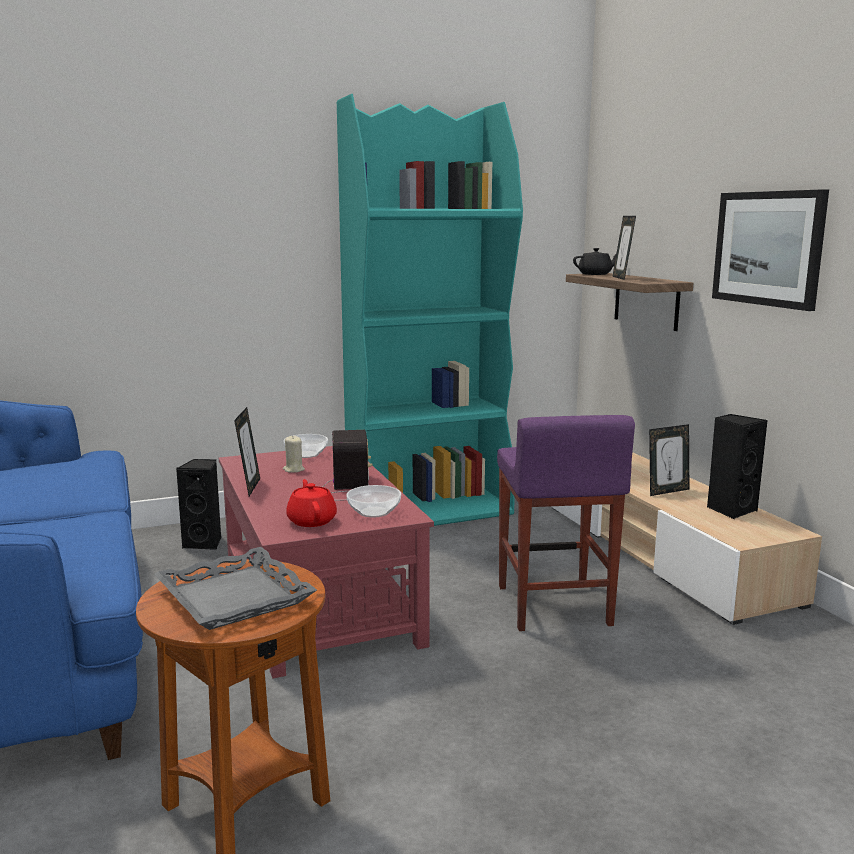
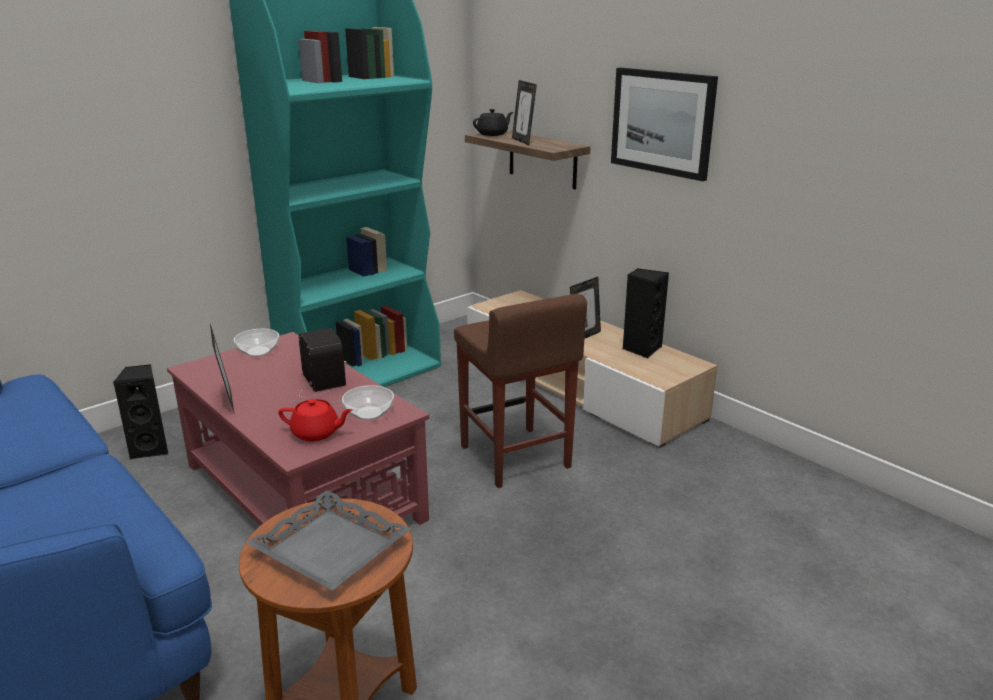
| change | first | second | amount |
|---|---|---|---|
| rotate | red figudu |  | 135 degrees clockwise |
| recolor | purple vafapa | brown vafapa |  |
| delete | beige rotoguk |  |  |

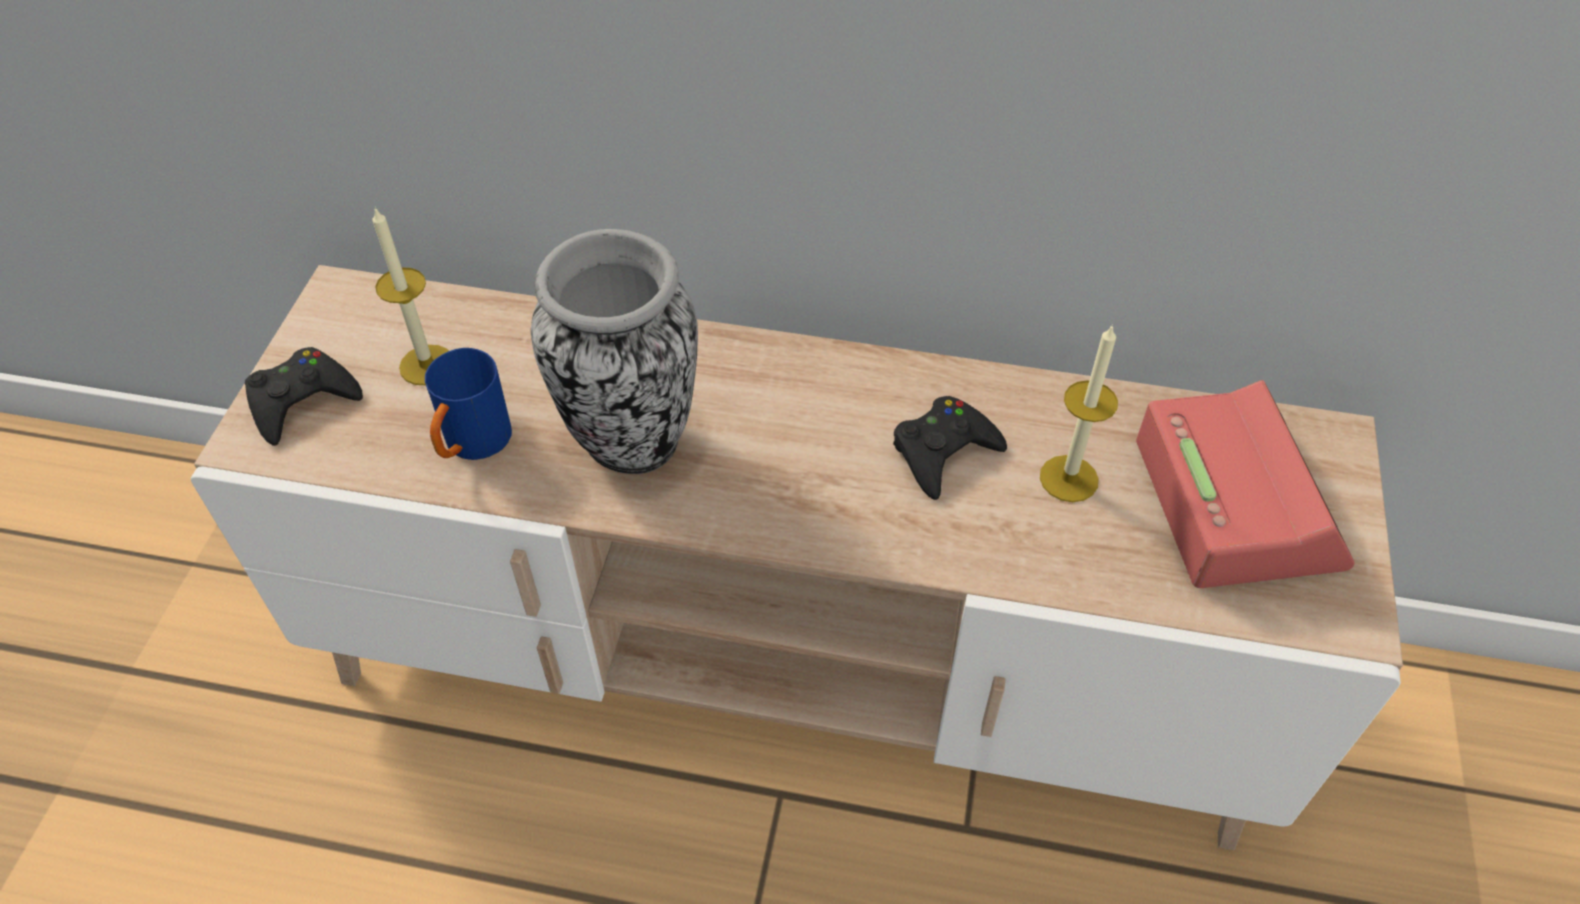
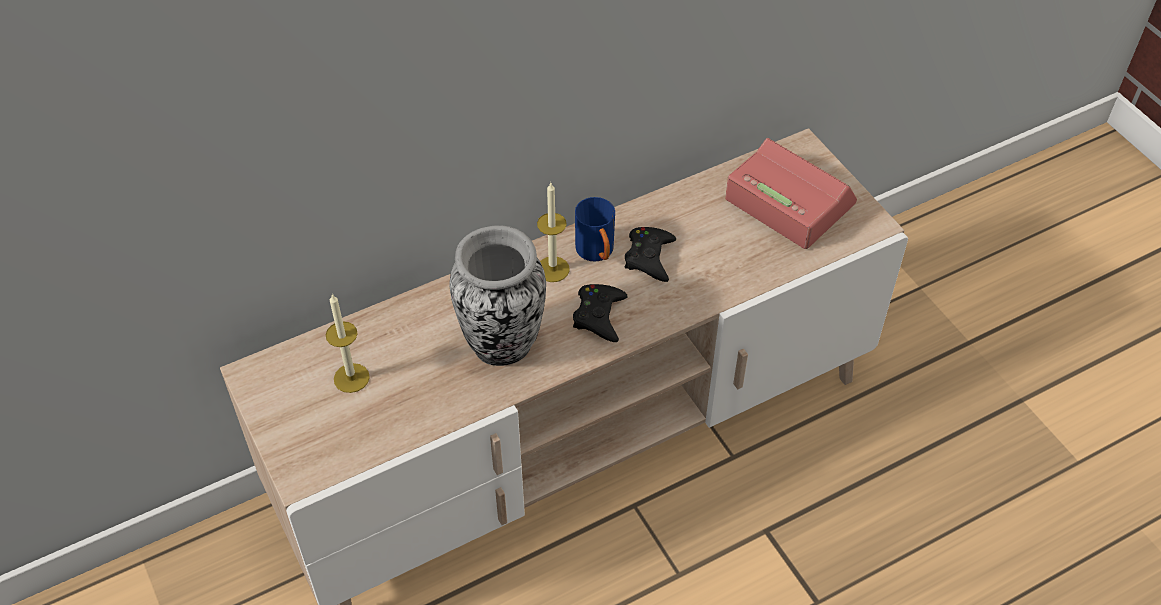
| change | first | second | amount |
|---|---|---|---|
| move | rotoguk (2nd from left) |  |  |
| move | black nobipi (1st from left) |  |  |
| move | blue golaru |  |  |

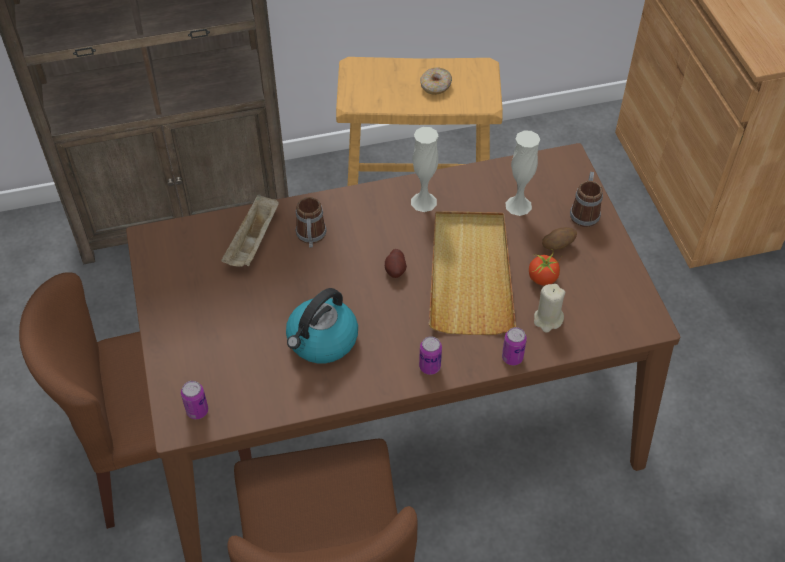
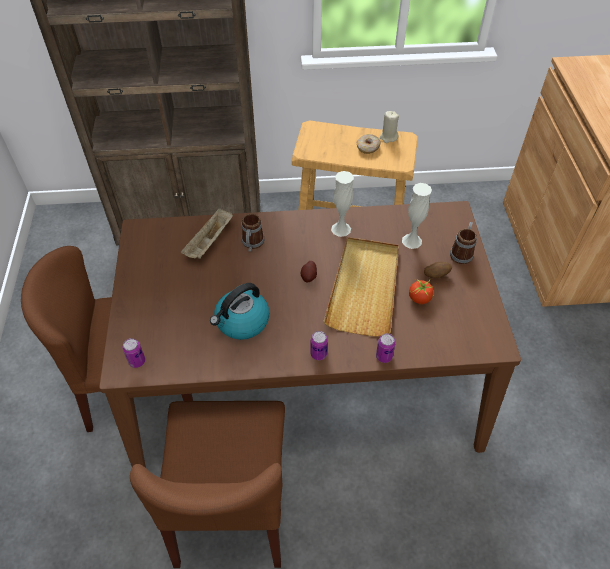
| change | first | second | amount |
|---|---|---|---|
| move | beige rotoguk |  |  |

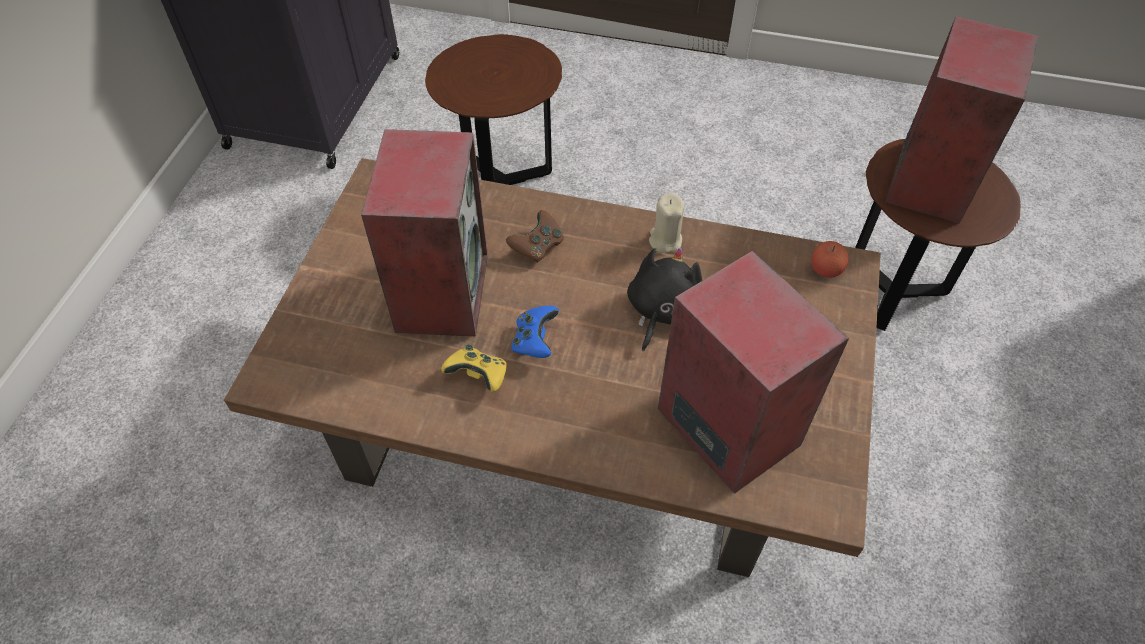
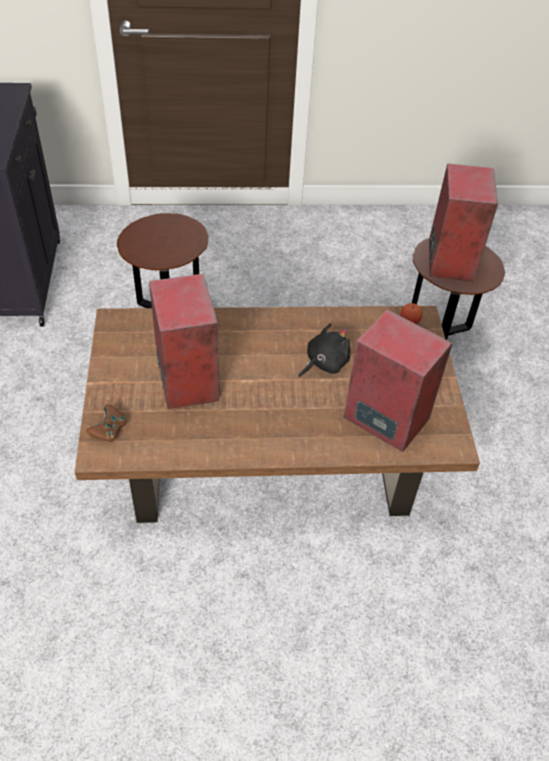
| change | first | second | amount |
|---|---|---|---|
| move | brown nobipi |  |  |
| rotate | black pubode |  | 45 degrees clockwise |
| delete | yellow nobipi |  |  |
| delete | blue nobipi |  |  |
| delete | beige rotoguk |  |  |

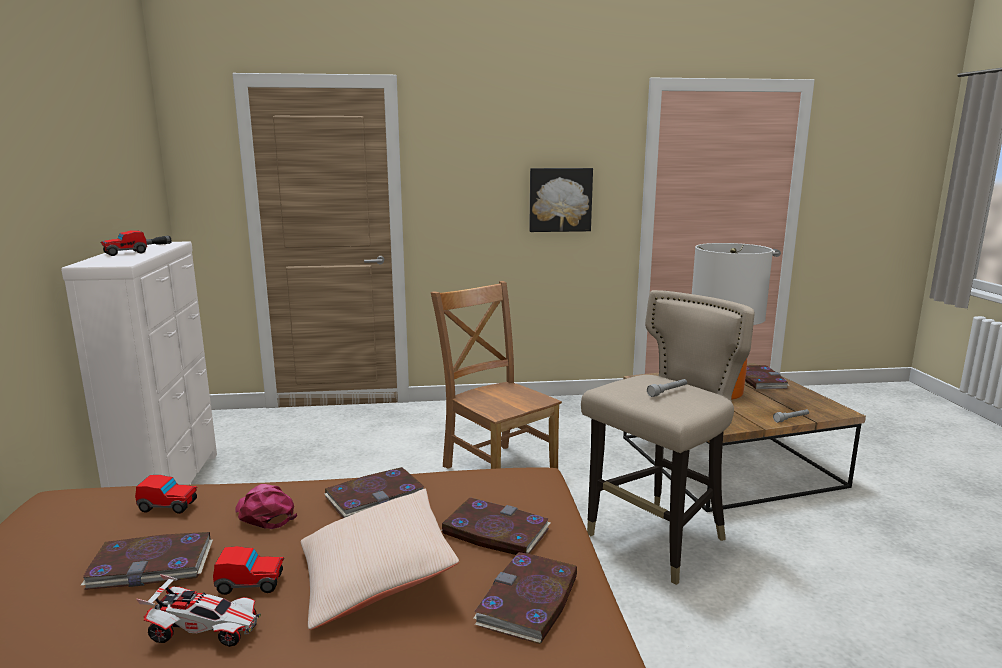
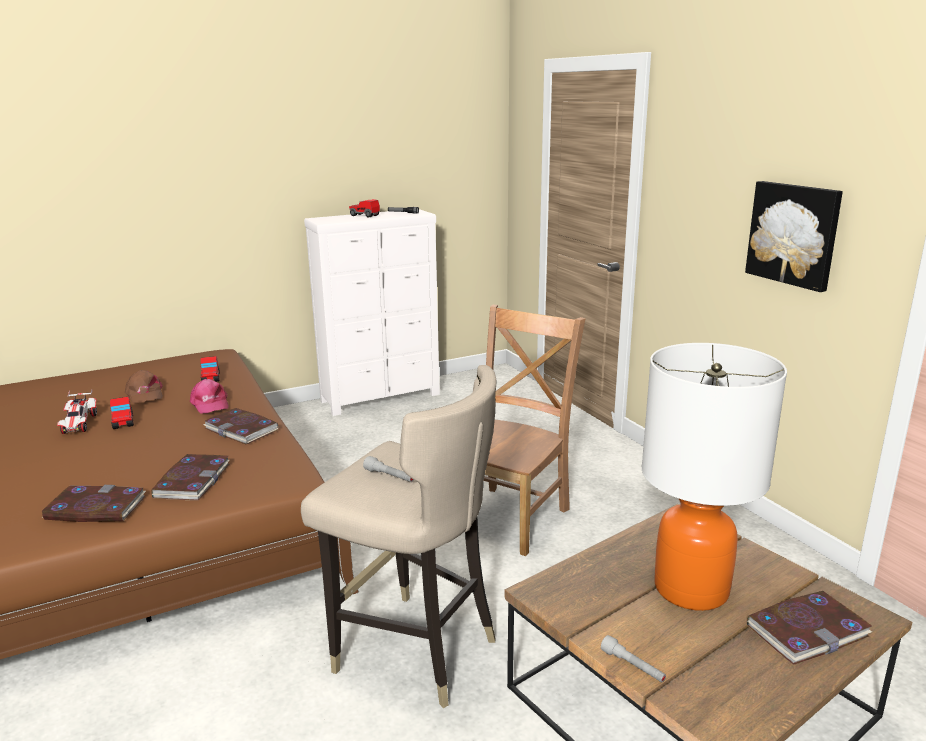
| change | first | second | amount |
|---|---|---|---|
| replace | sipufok (1st from left) | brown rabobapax |  |
| rotate | pink rabobapax |  | 120 degrees clockwise |
| delete | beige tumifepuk |  |  |

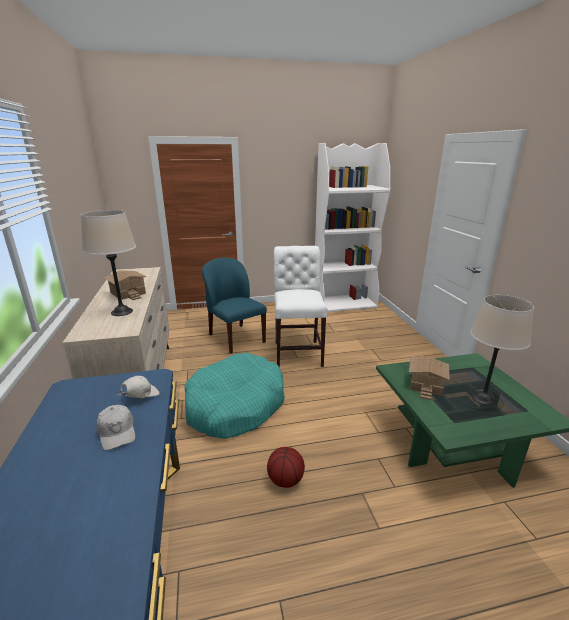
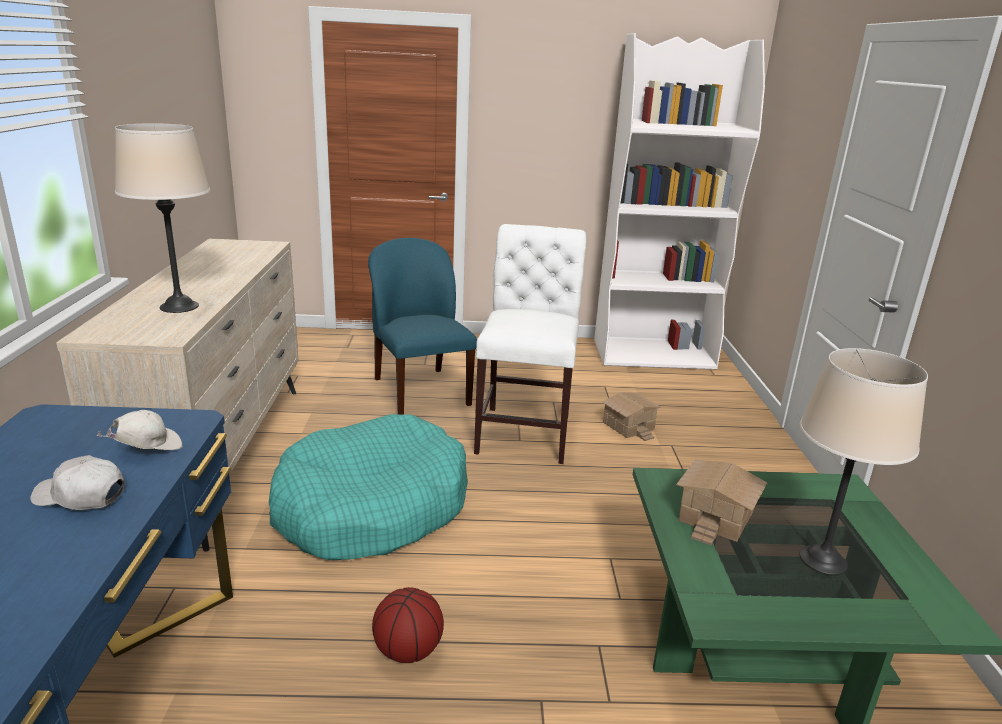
| change | first | second | amount |
|---|---|---|---|
| rotate | white rabobapax (1st from left) |  | 120 degrees clockwise |
| move | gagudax (1st from left) |  |  |

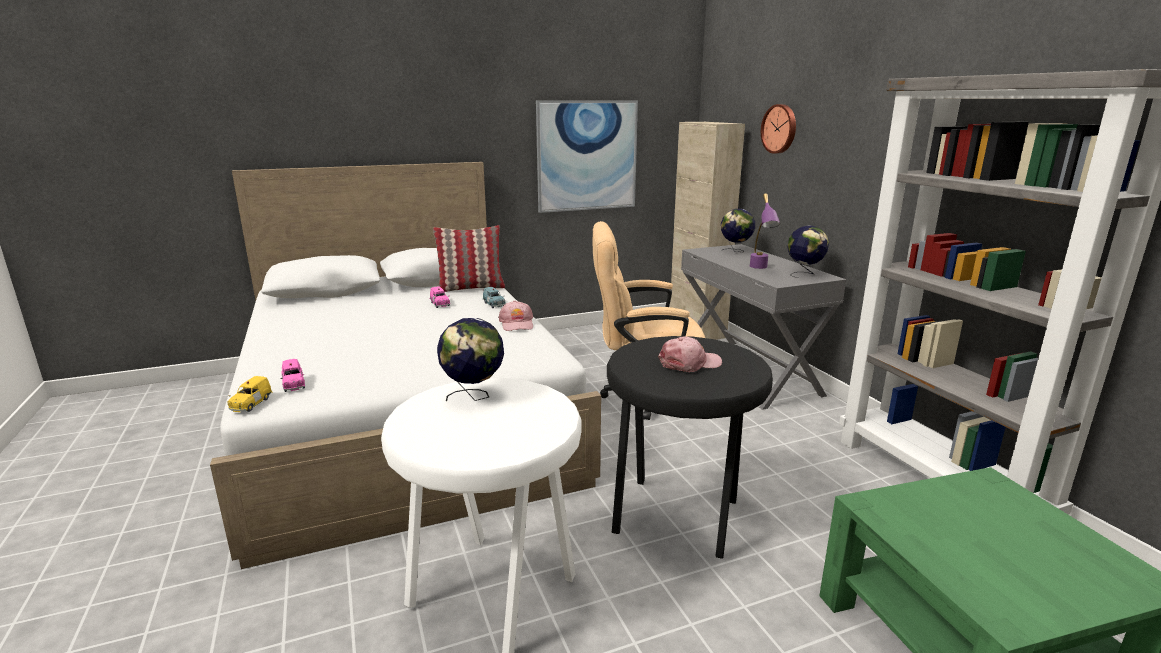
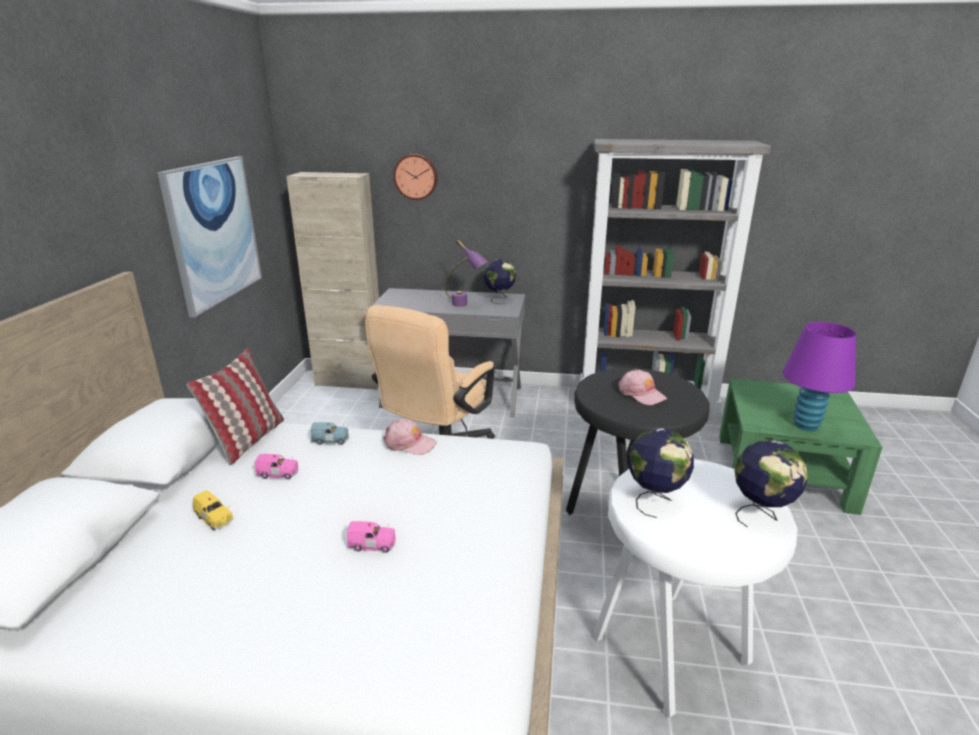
| change | first | second | amount |
|---|---|---|---|
| move | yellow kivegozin |  |  |
| move | pink kivegozin (1st from left in the first image) | pink kivegozin (2nd from left) |  |
| rotate | pink rabobapax (2nd from left) |  | 135 degrees clockwise |
| move | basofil (2nd from left in the first image) | basofil (3rd from left) |  |
| insert |  | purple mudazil (2nd from left) |  |

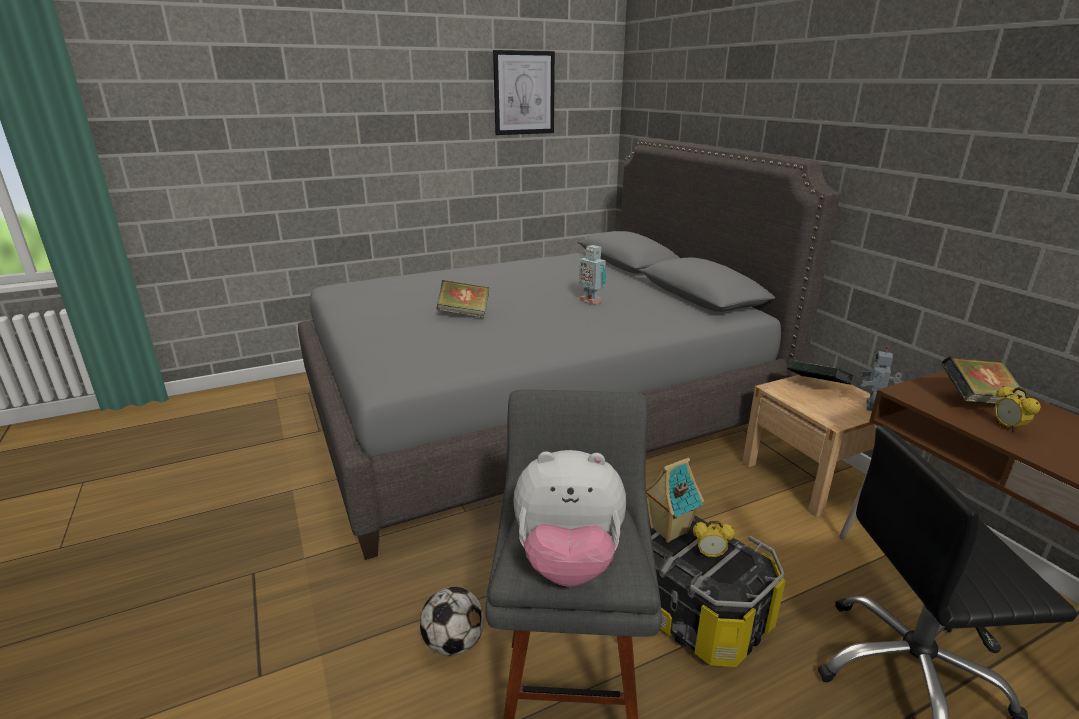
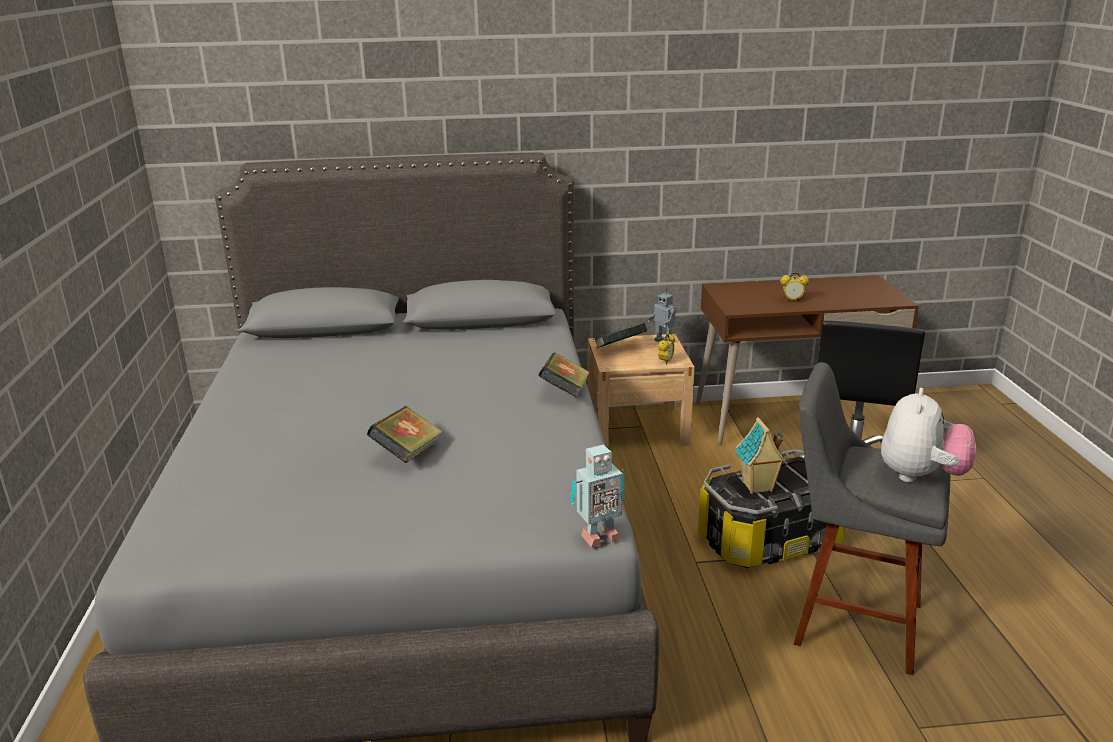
| change | first | second | amount |
|---|---|---|---|
| move | sipufok (3rd from left in the first image) | sipufok (2nd from left) |  |
| move | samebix (1st from left) |  |  |
| move | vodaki (1st from left) |  |  |
| delete | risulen |  |  |
| delete | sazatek |  |  |

